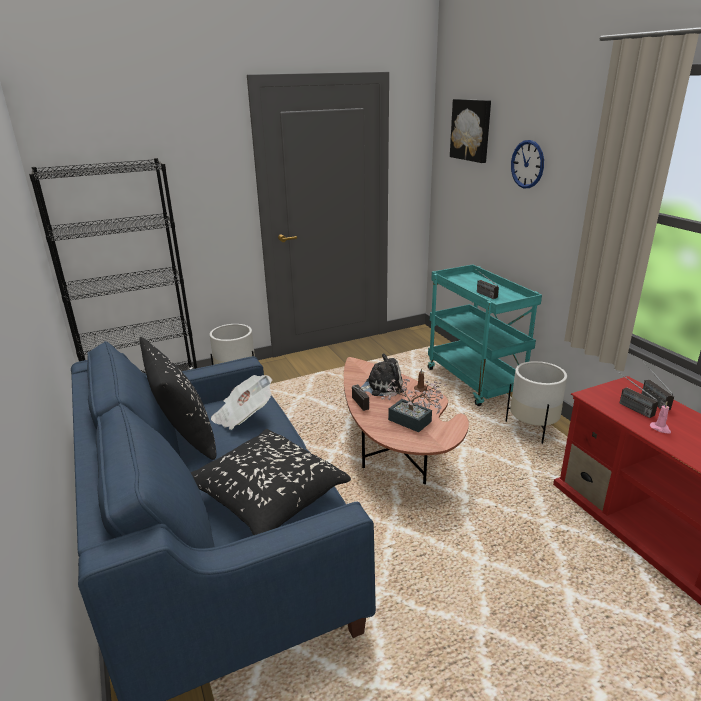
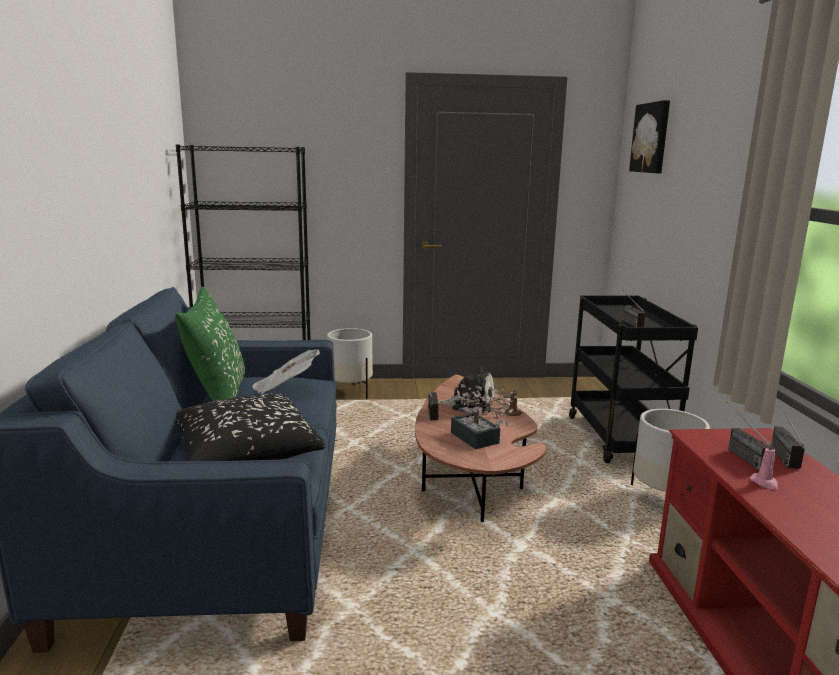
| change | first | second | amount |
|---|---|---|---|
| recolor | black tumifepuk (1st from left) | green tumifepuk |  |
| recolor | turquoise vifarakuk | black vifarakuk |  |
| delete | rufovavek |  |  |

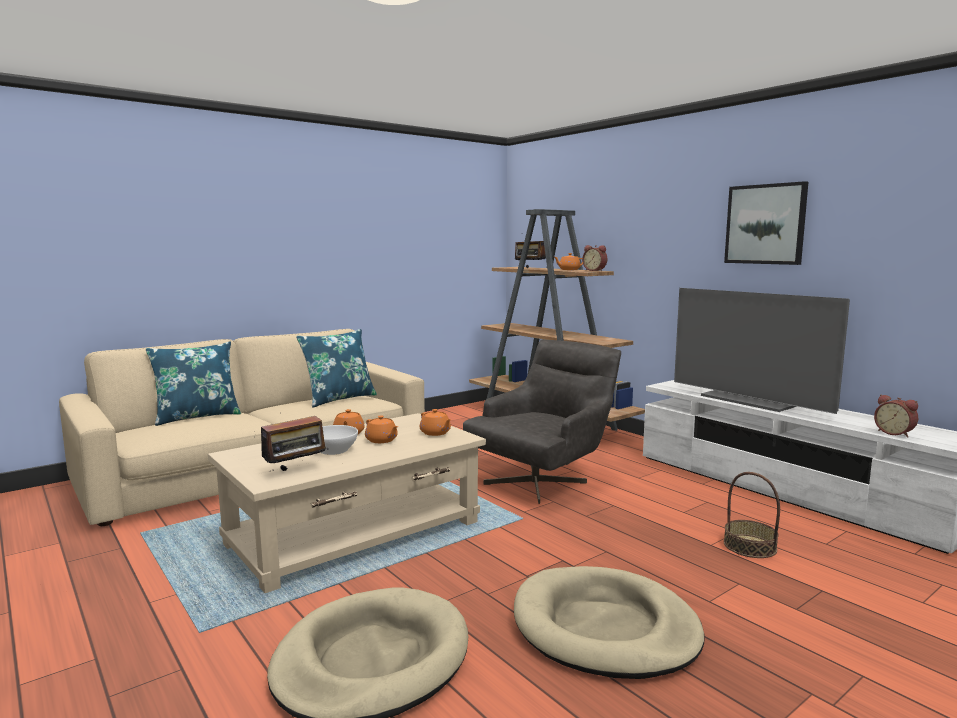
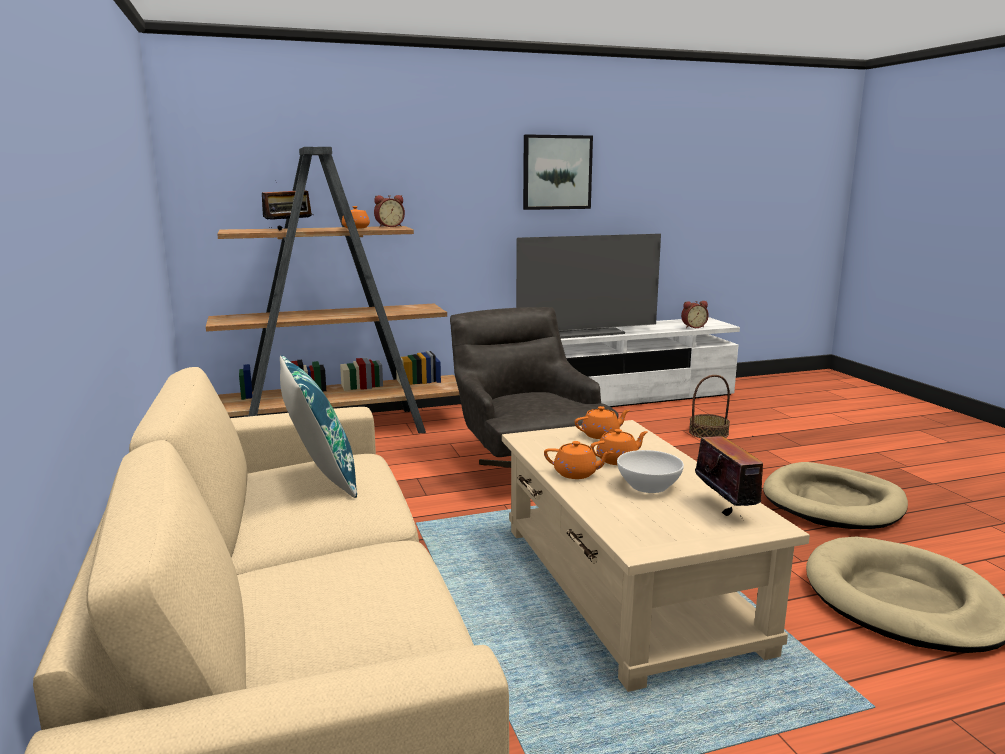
| change | first | second | amount |
|---|---|---|---|
| delete | blue tumifepuk (1st from left) |  |  |

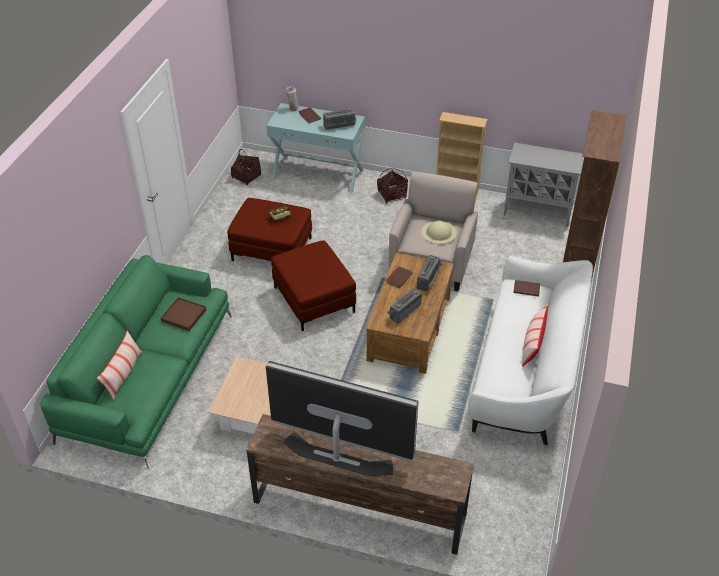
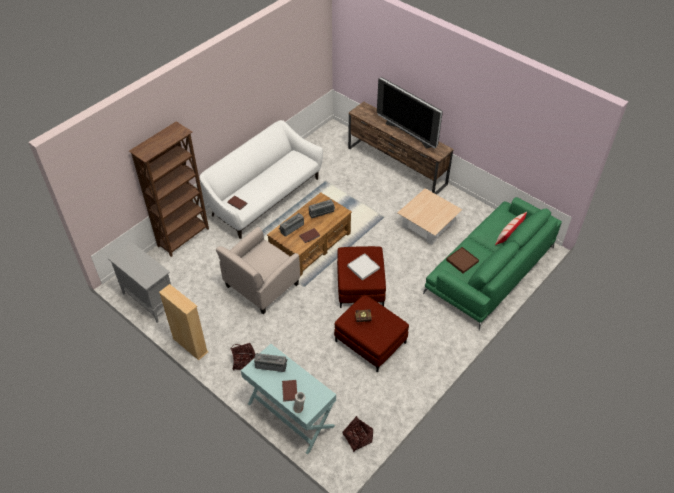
| change | first | second | amount |
|---|---|---|---|
| insert |  | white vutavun |  |
| delete | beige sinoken |  |  |
| delete | tumifepuk (2nd from left) |  |  |

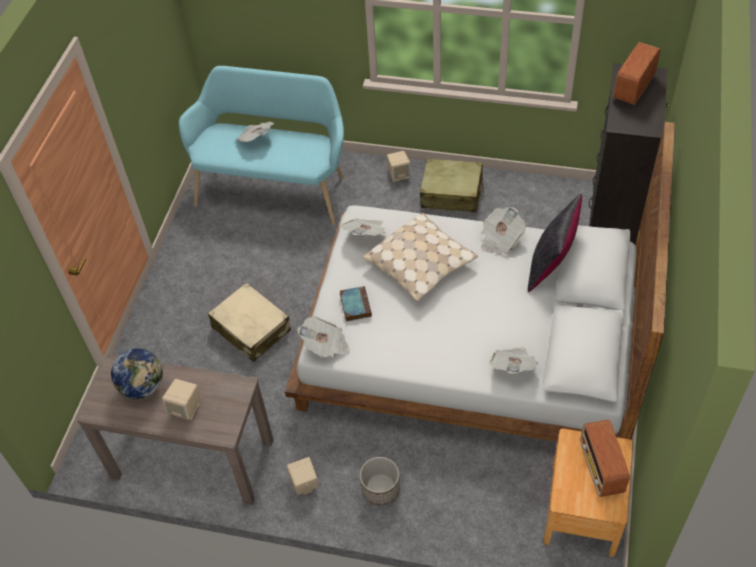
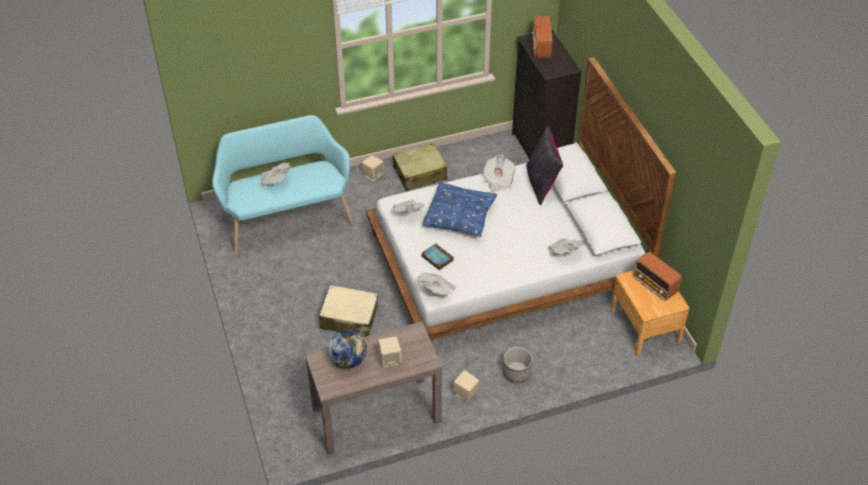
| change | first | second | amount |
|---|---|---|---|
| recolor | beige tumifepuk | blue tumifepuk |  |

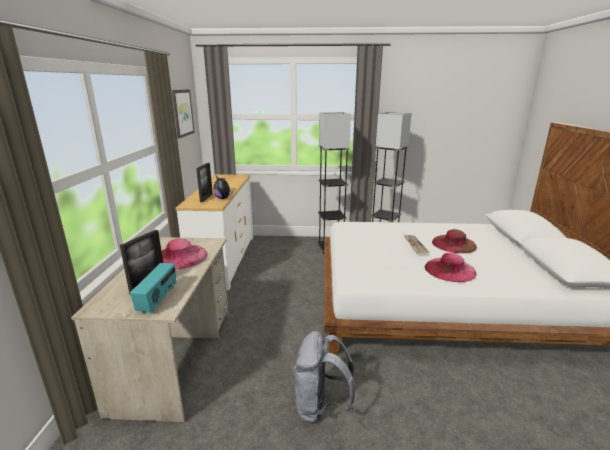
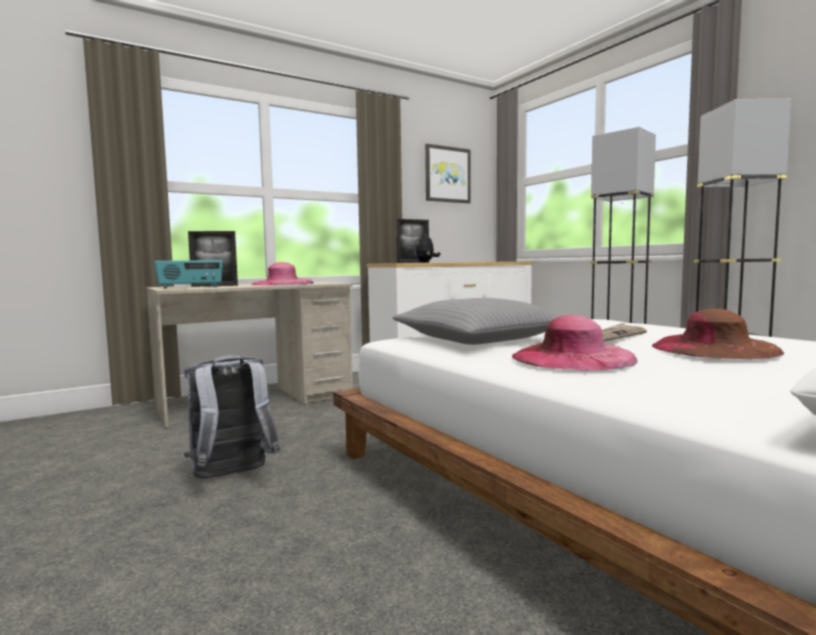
| change | first | second | amount |
|---|---|---|---|
| insert |  | grey tumifepuk |  |

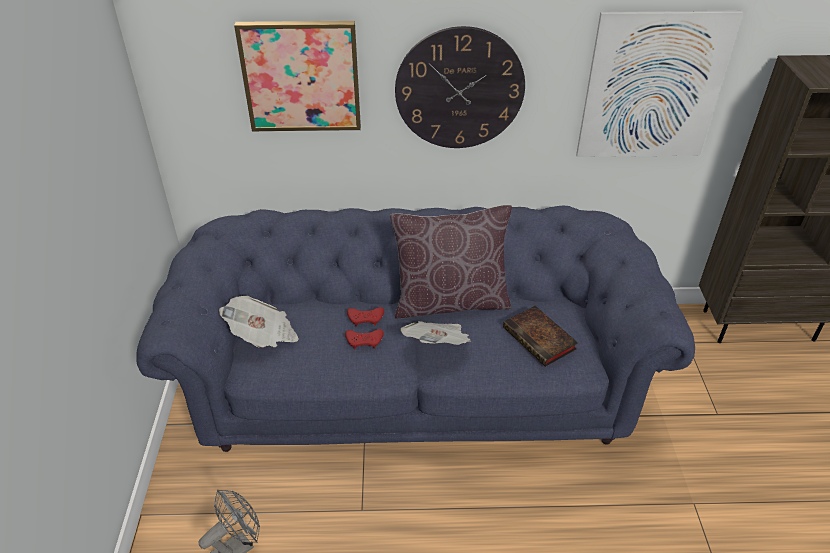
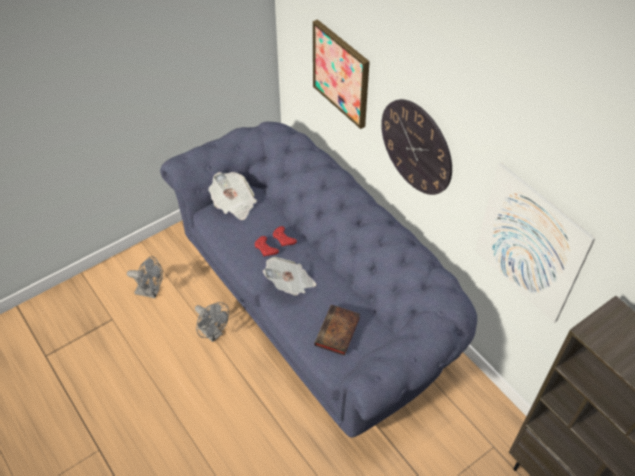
| change | first | second | amount |
|---|---|---|---|
| insert |  | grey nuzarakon (2nd from left) |  |
| delete | brown tumifepuk |  |  |

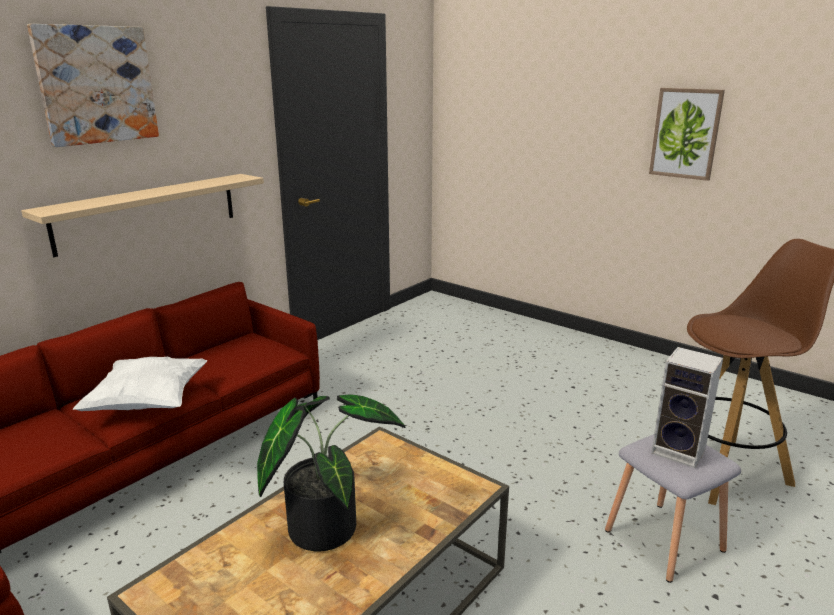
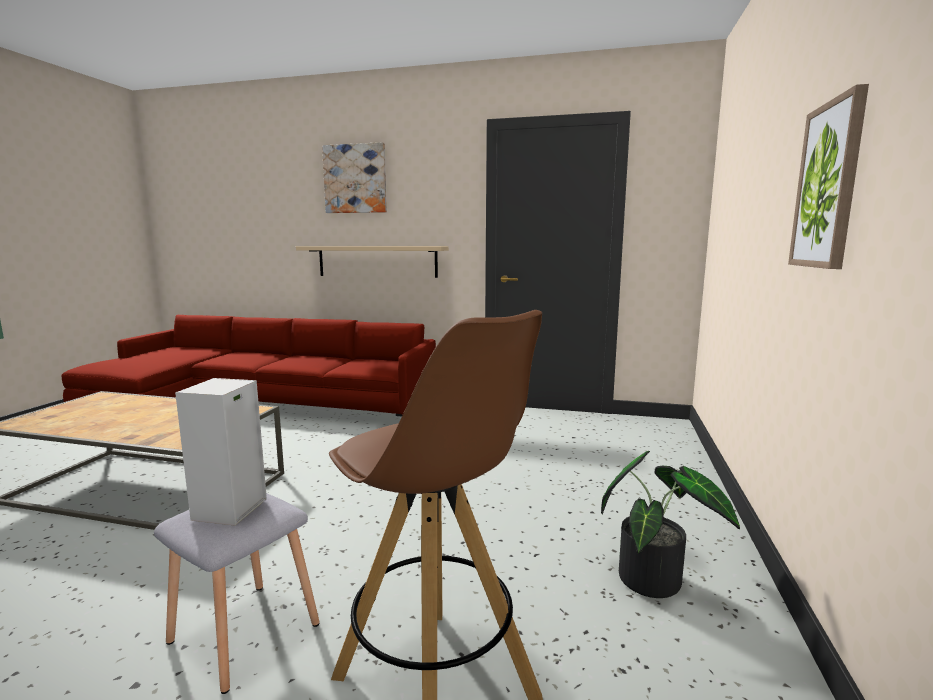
| change | first | second | amount |
|---|---|---|---|
| move | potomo |  |  |
| delete | white tumifepuk |  |  |

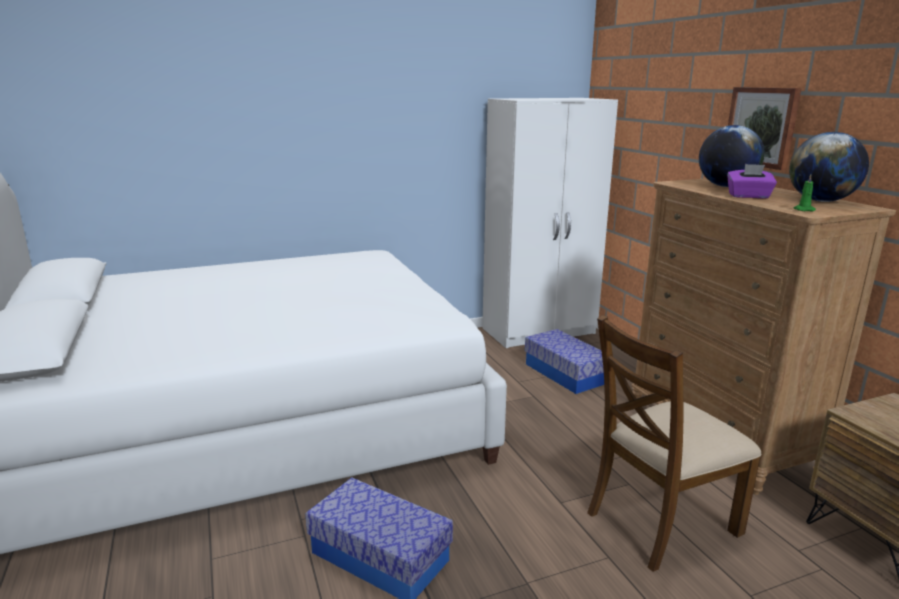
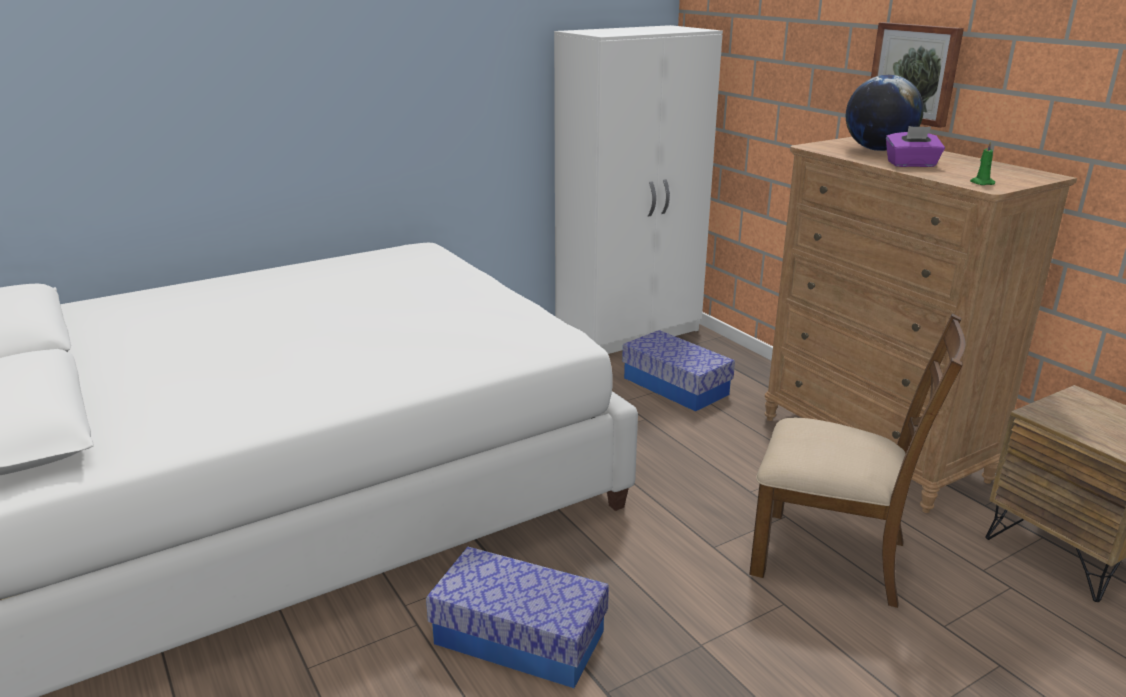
| change | first | second | amount |
|---|---|---|---|
| rotate | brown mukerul |  | 120 degrees counterclockwise |
| delete | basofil (2nd from left) |  |  |

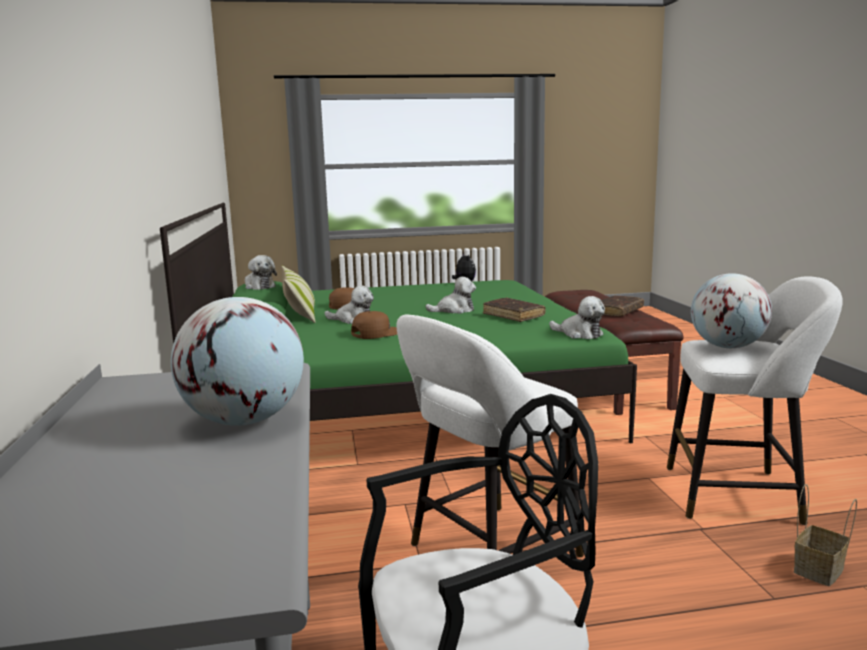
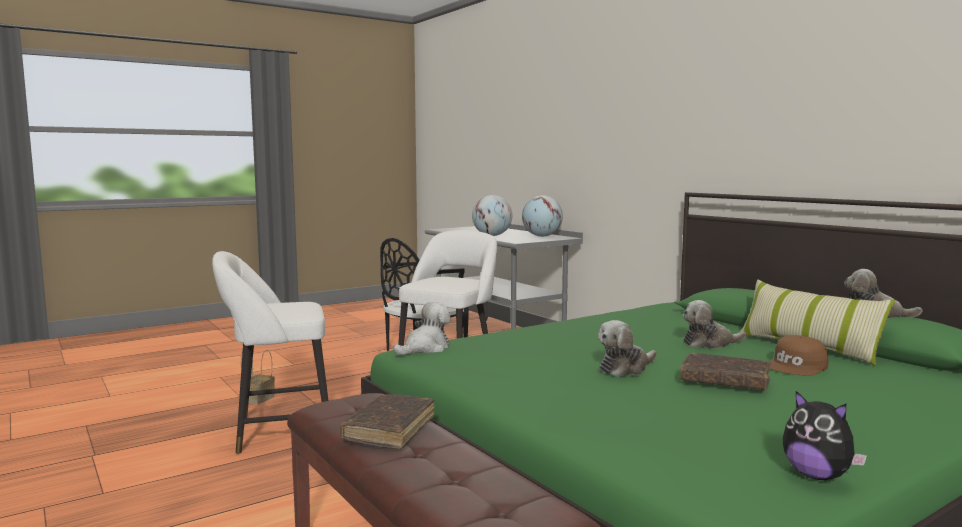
| change | first | second | amount |
|---|---|---|---|
| rotate | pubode (5th from left in the first image) | pubode (1st from left) | 120 degrees clockwise |
| move | basofil (2nd from left) |  |  |
| move | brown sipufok (1st from left in the first image) | brown sipufok (2nd from left) |  |
| delete | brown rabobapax (2nd from left) |  |  |

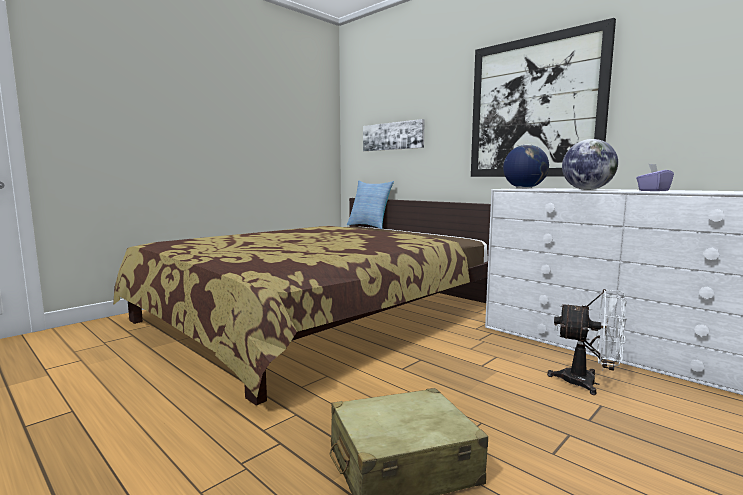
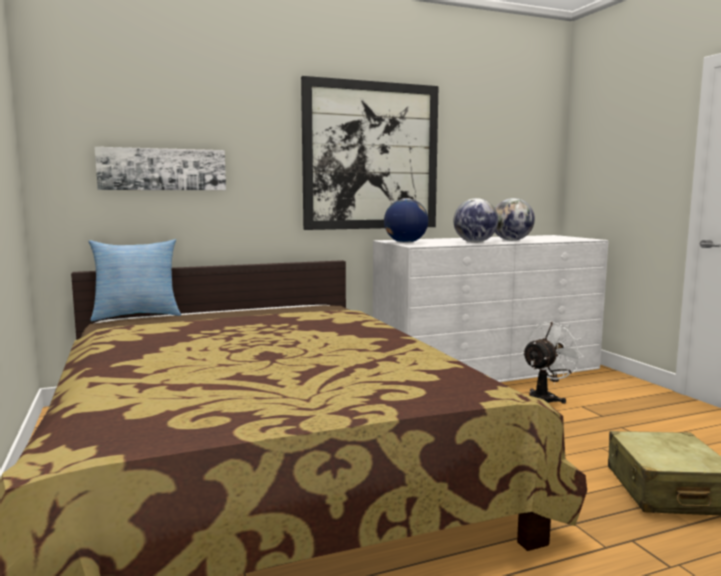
| change | first | second | amount |
|---|---|---|---|
| replace | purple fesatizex | basofil (3rd from left) |  |

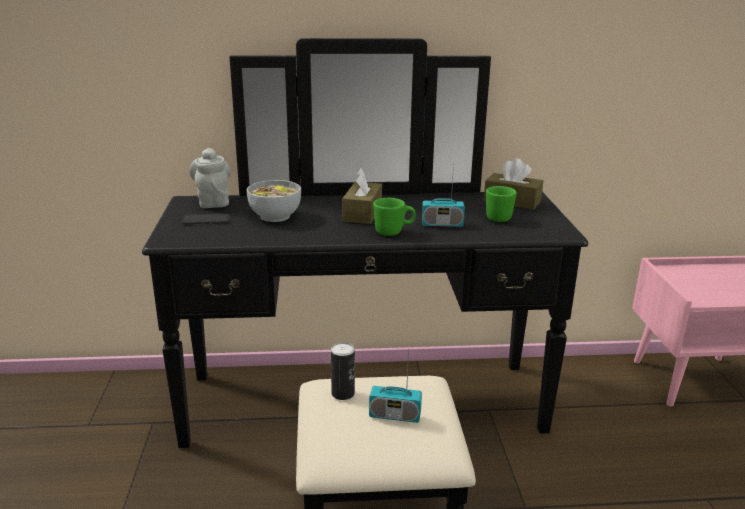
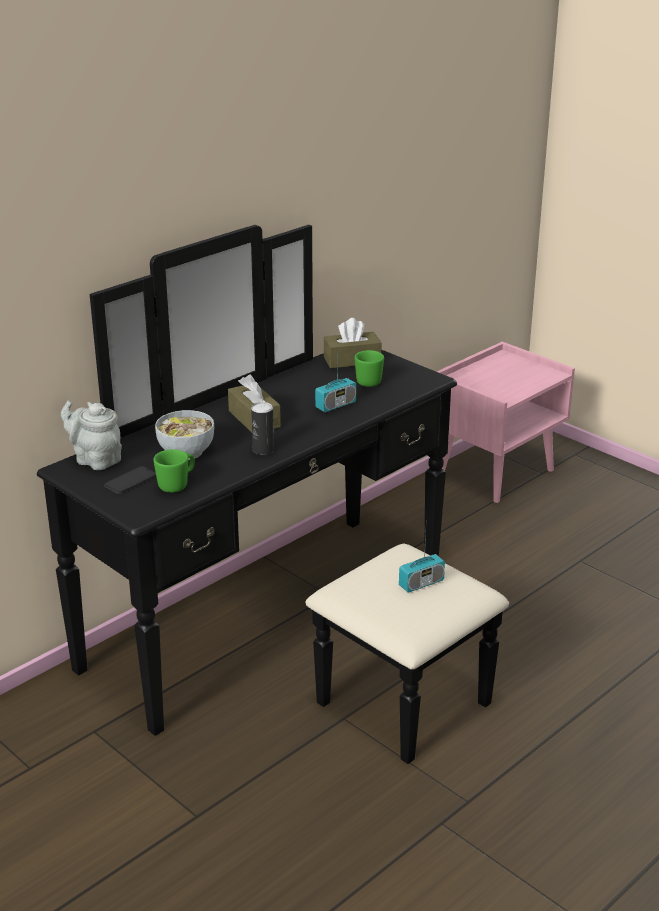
| change | first | second | amount |
|---|---|---|---|
| move | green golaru (1st from left) |  |  |
| move | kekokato |  |  |

